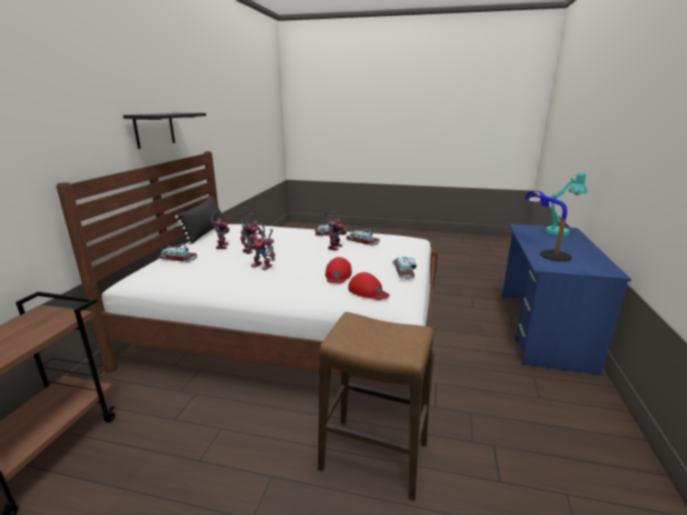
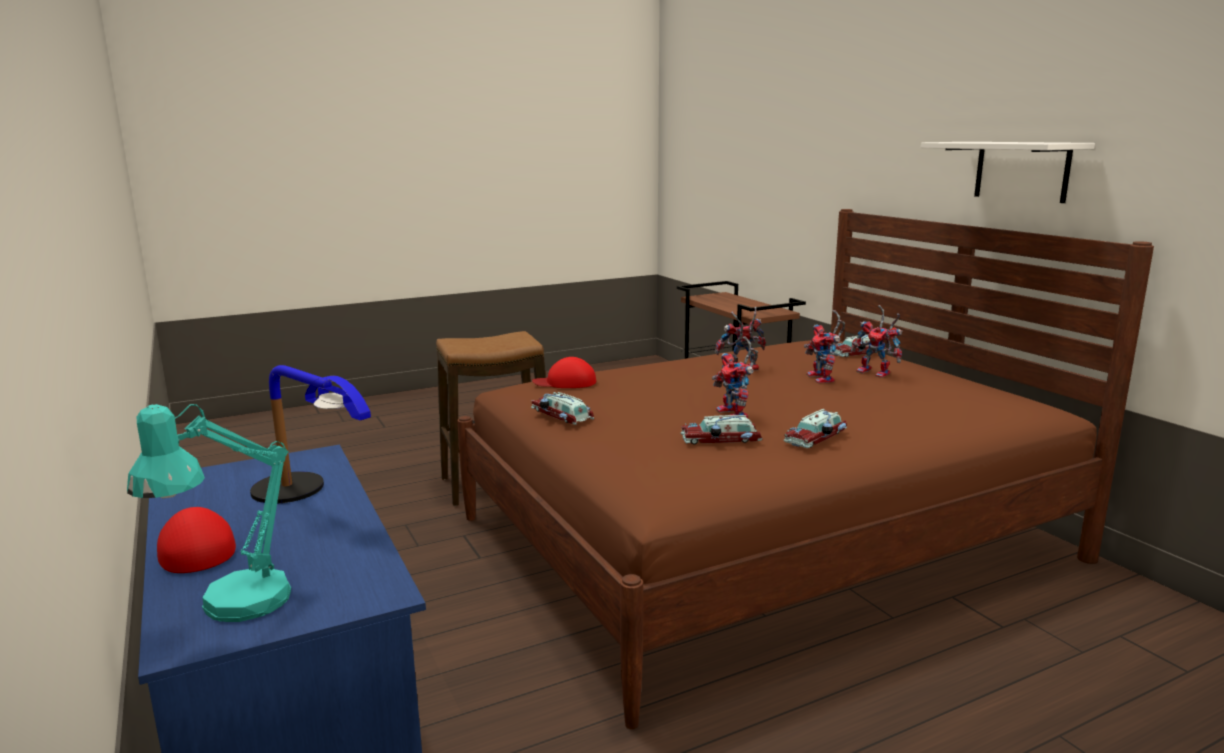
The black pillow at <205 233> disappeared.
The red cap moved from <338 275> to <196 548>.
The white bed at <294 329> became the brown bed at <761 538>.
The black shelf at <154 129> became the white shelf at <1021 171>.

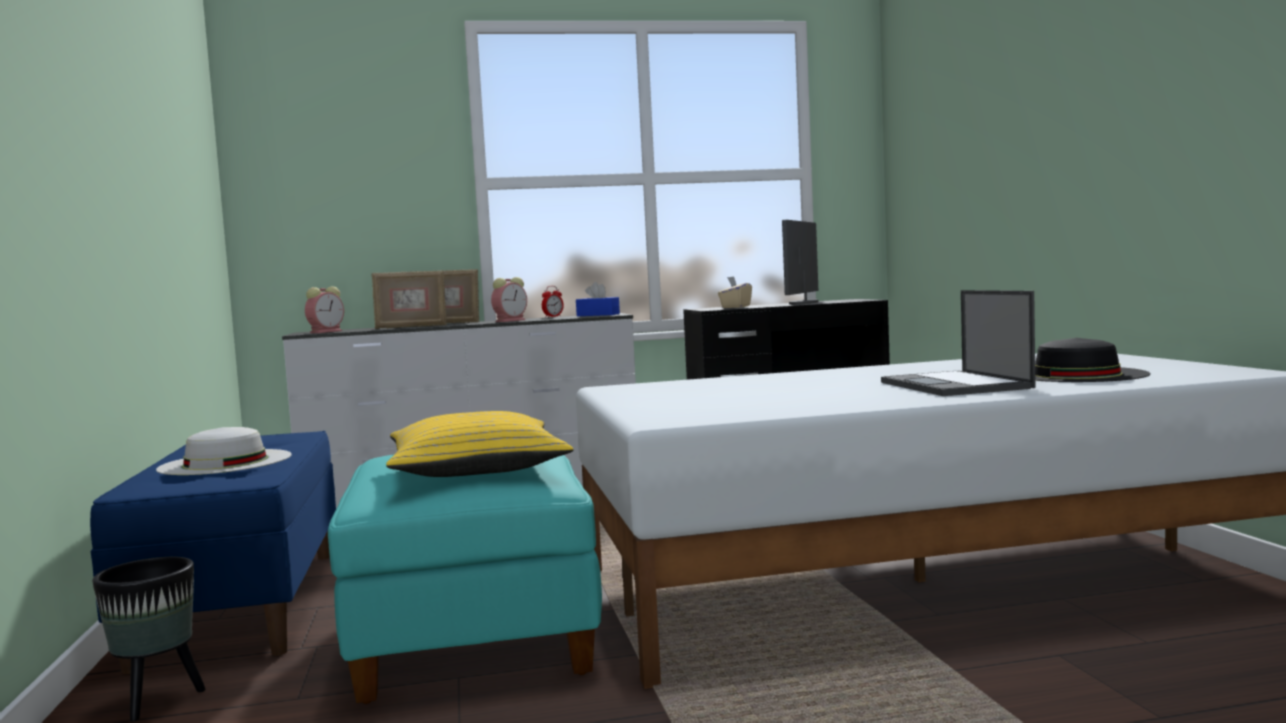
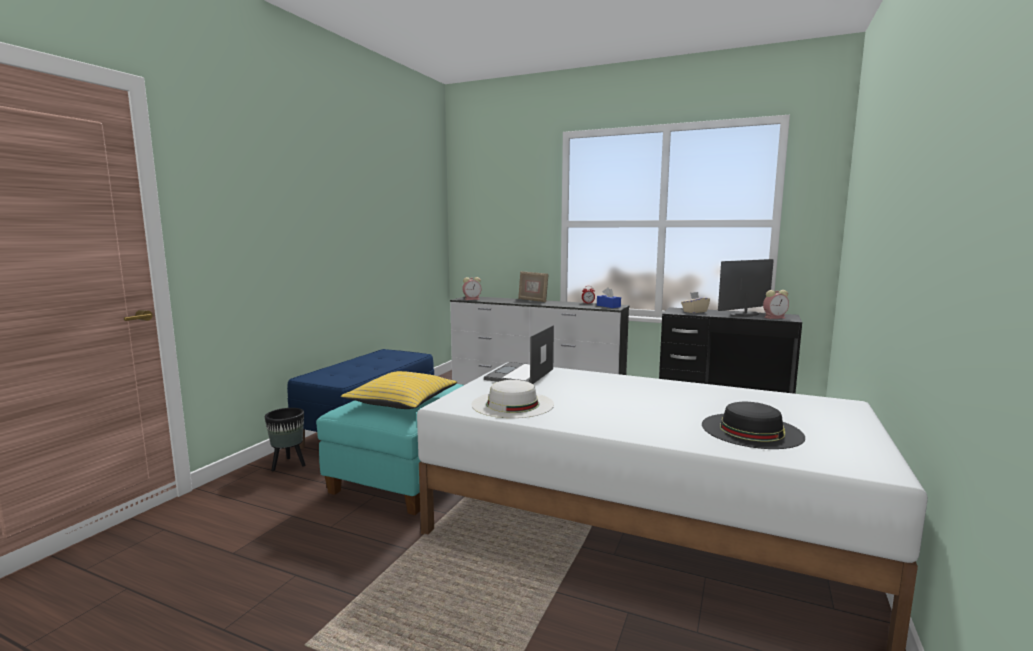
The picture frame at <411 327> disappeared.
The white hat moved from <225 462> to <512 404>.
The alarm clock moved from <511 320> to <775 317>.
The laptop moved from <956 385> to <519 374>.

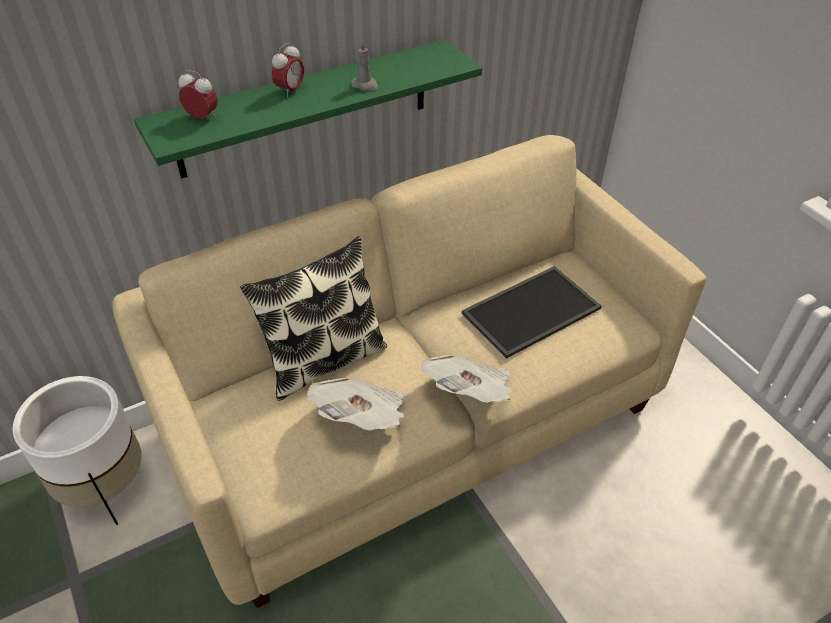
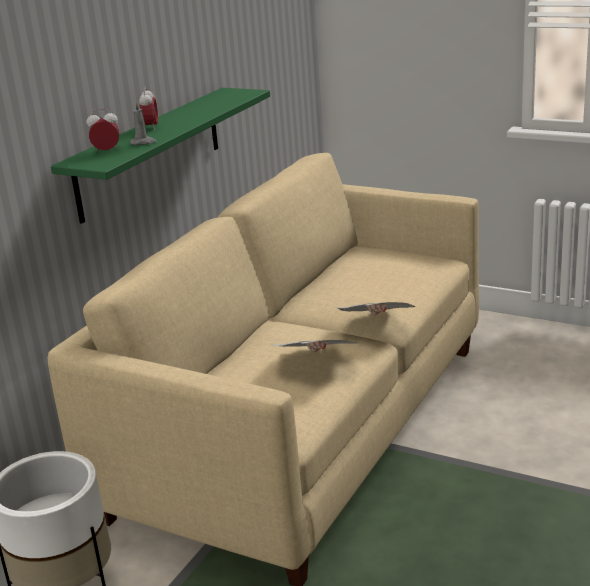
The pillow at <324 360> disappeared.
The tray at <531 309> disappeared.
The grey candle moved from <365 85> to <143 142>.

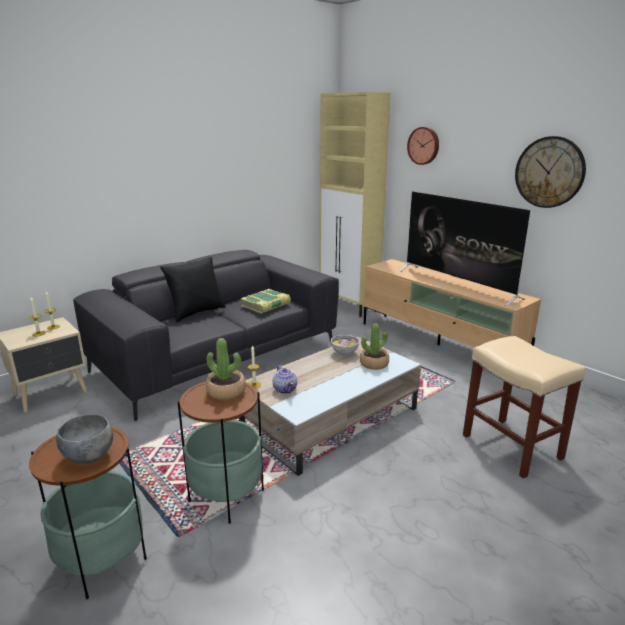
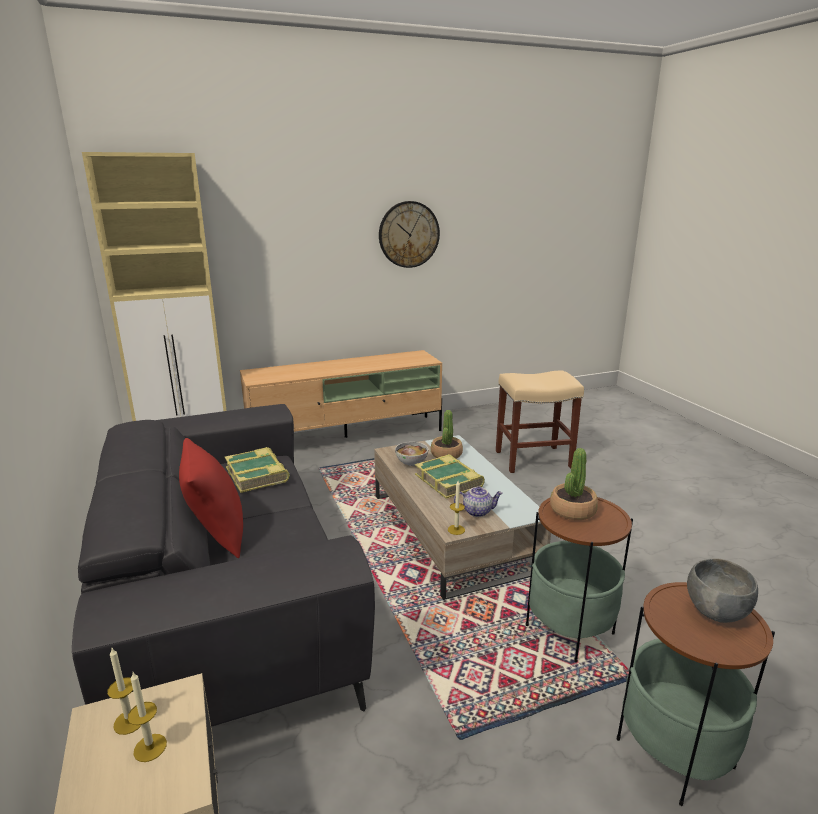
The television at <457 284> disappeared.
The wall clock at <424 145> disappeared.
The book at <449 481> appeared.
The black pillow at <196 313> became the red pillow at <217 535>.

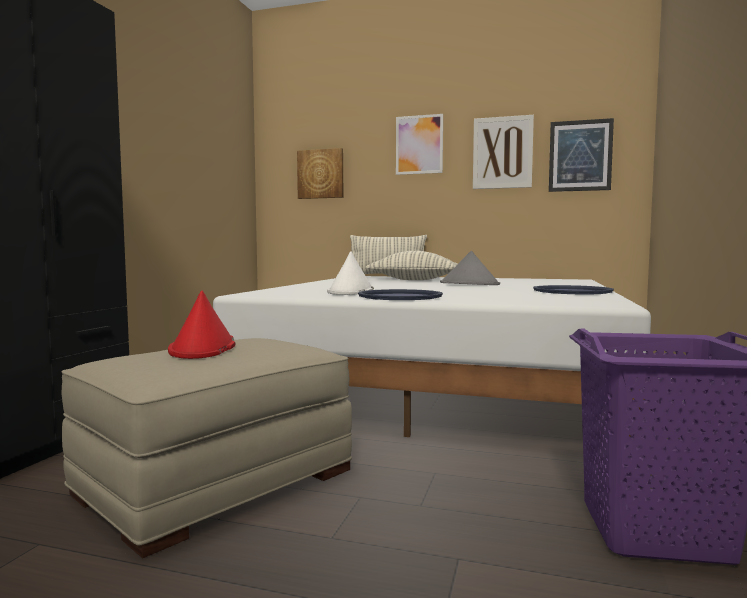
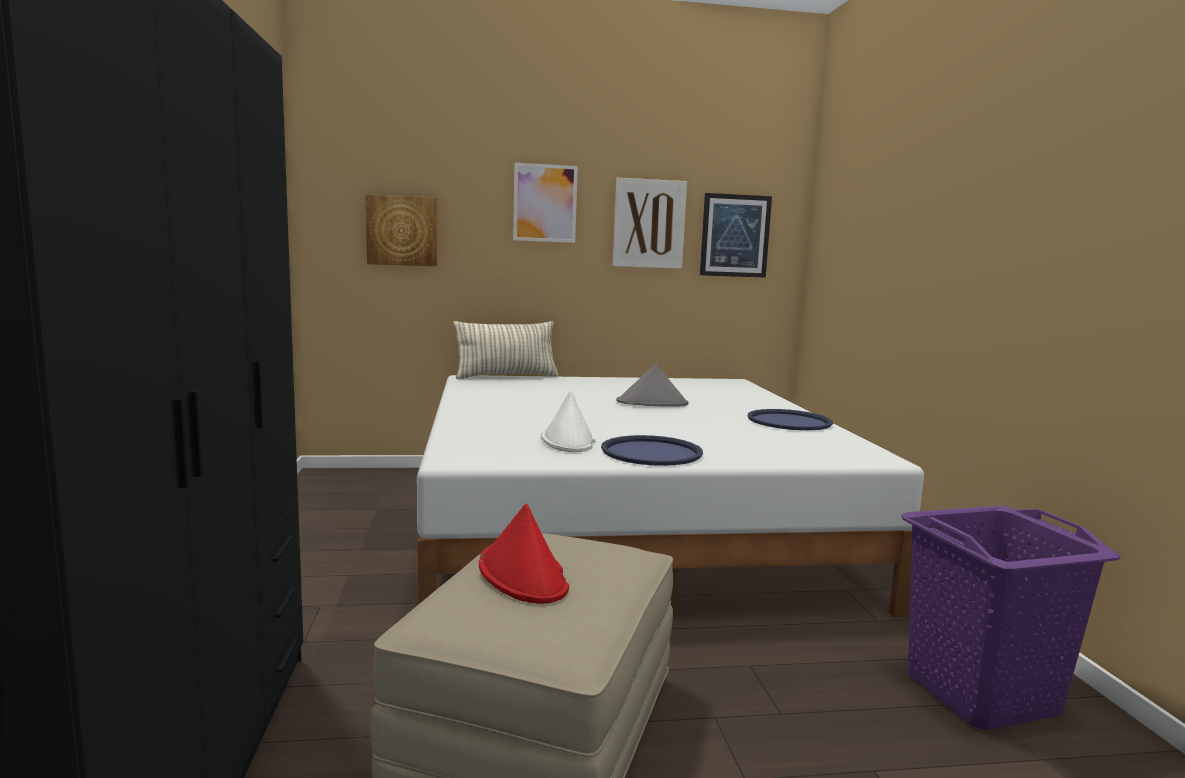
The pillow at <414 280> disappeared.

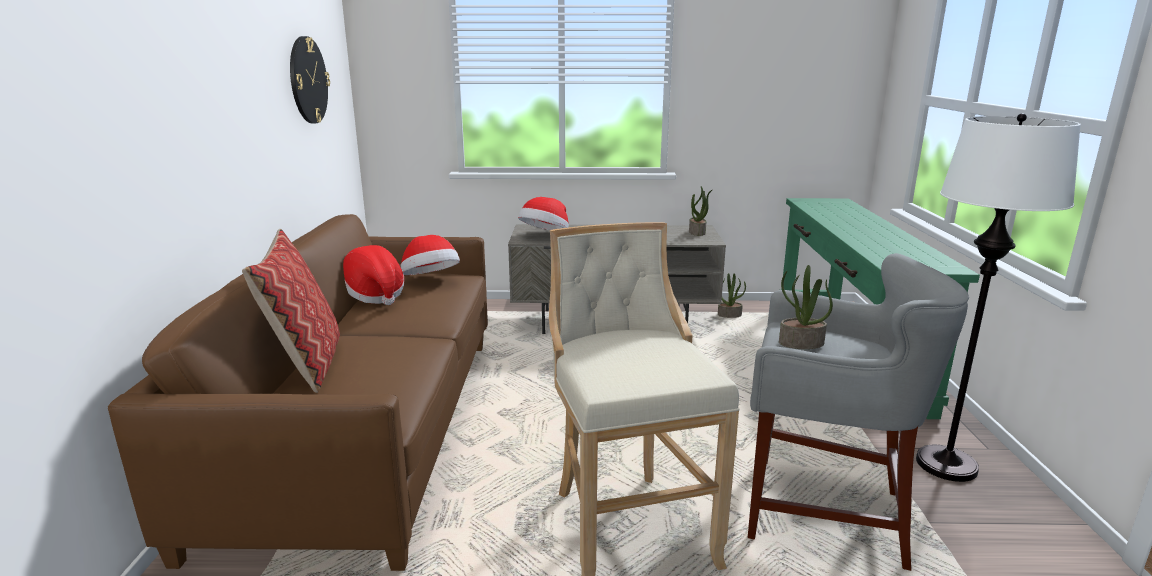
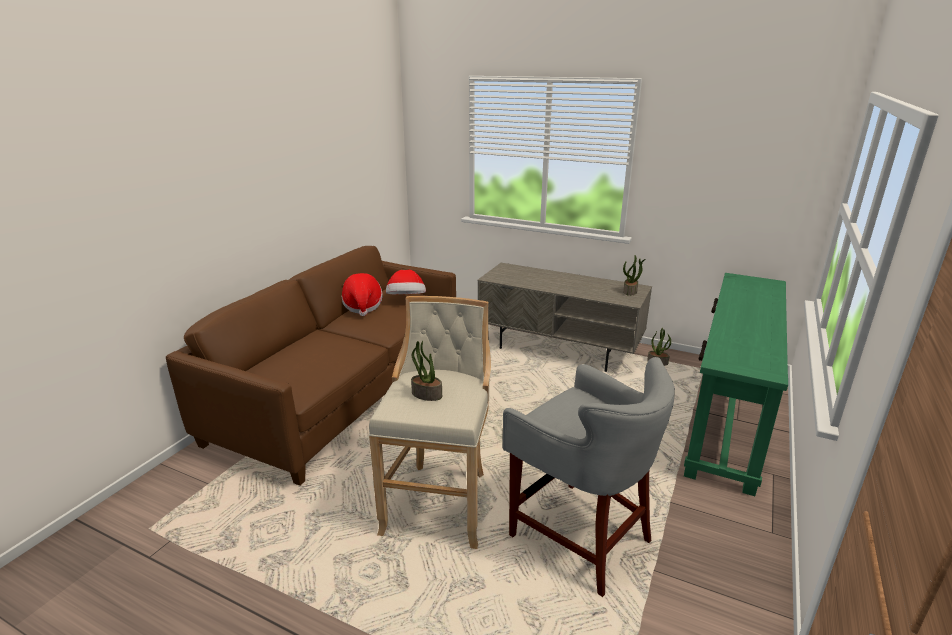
The pillow at <307 364> disappeared.
The wall clock at <308 80> disappeared.
The hat at <545 235> disappeared.
The white floor lamp at <946 464> disappeared.
The potted plant moved from <801 343> to <426 394>.

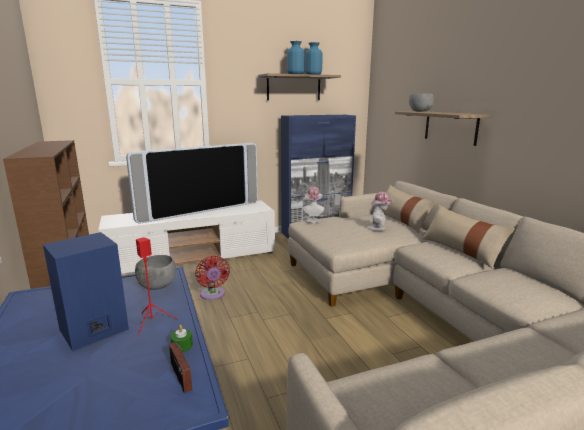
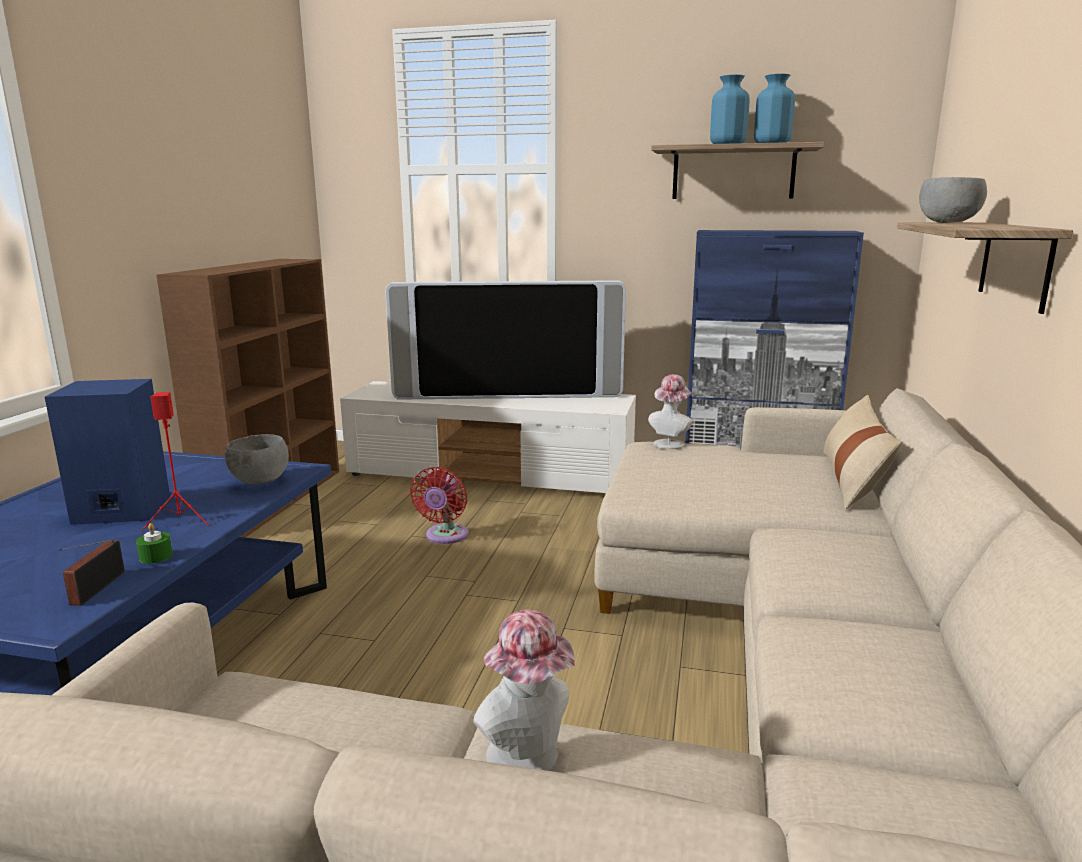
The beige pillow at <461 250> disappeared.
The hat moved from <379 228> to <529 759>.

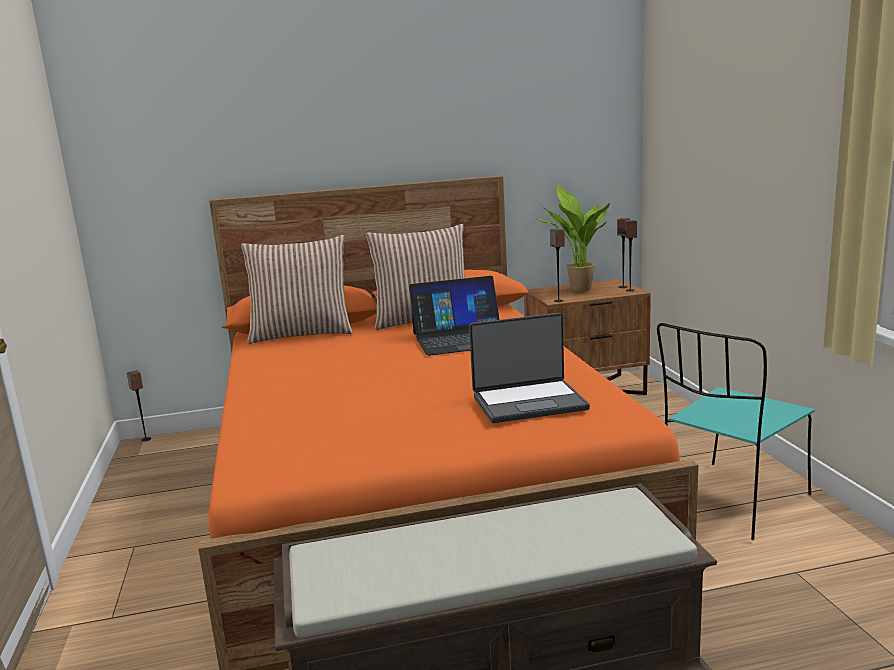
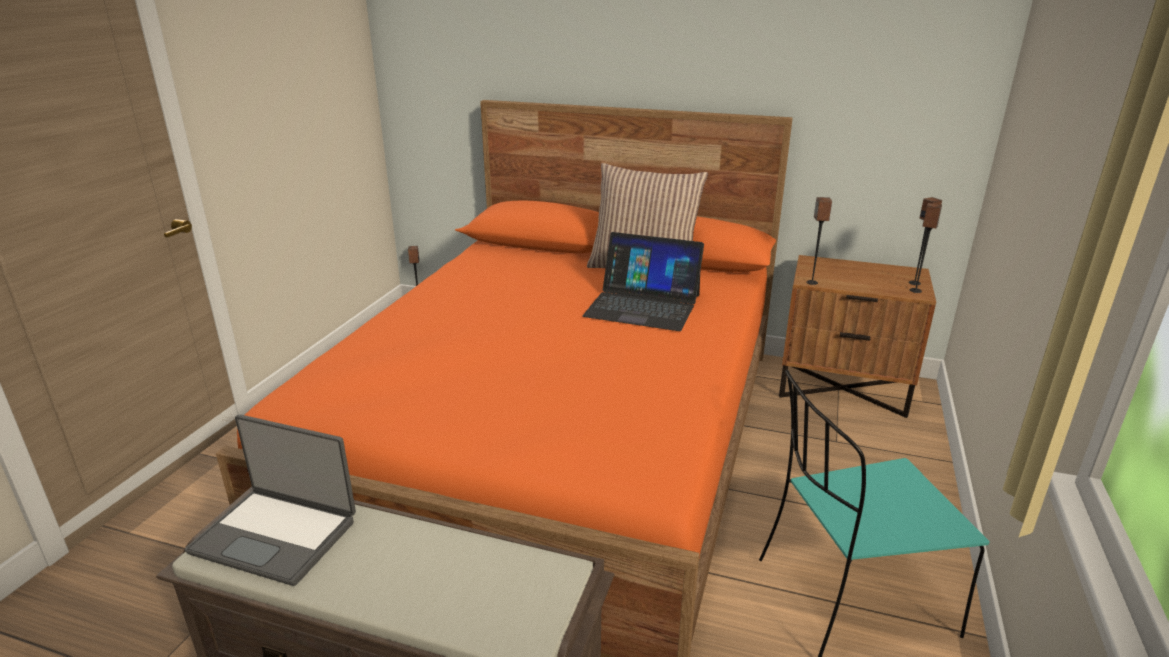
The pillow at <302 334> disappeared.
The potted plant at <577 290> disappeared.
The laptop moved from <529 402> to <277 535>.

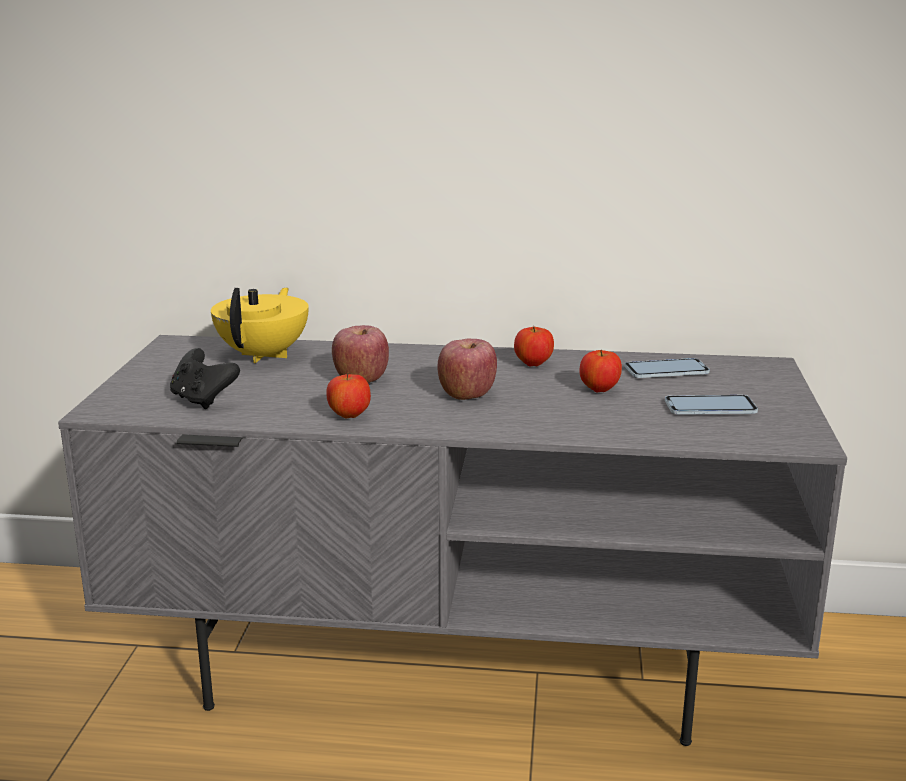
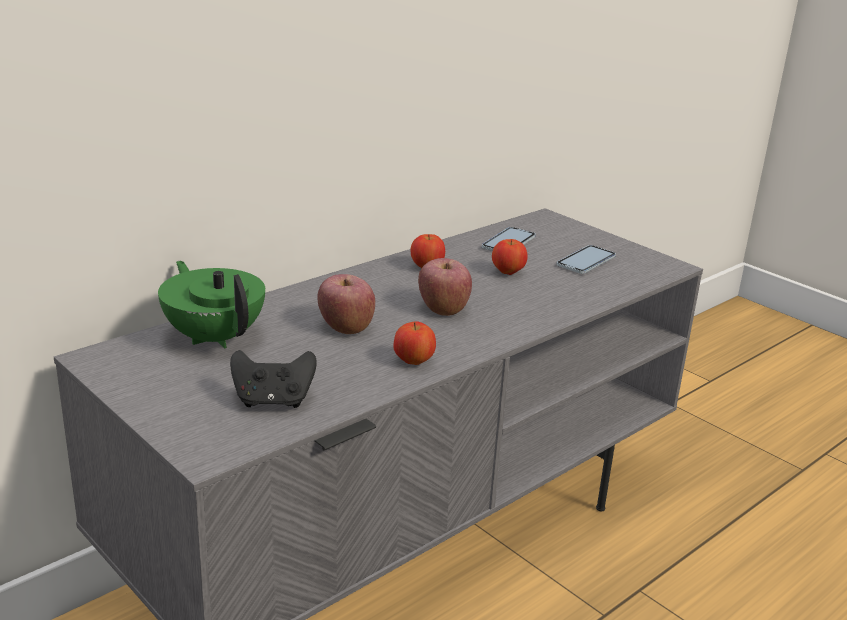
The yellow teapot at <264 355> became the green teapot at <215 337>.

